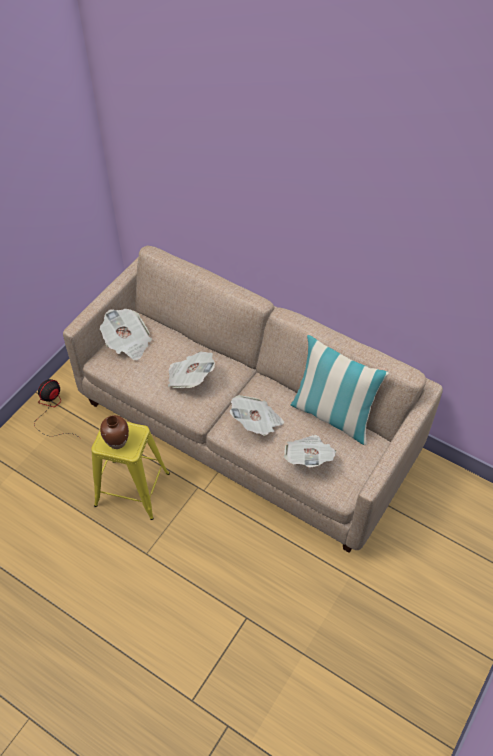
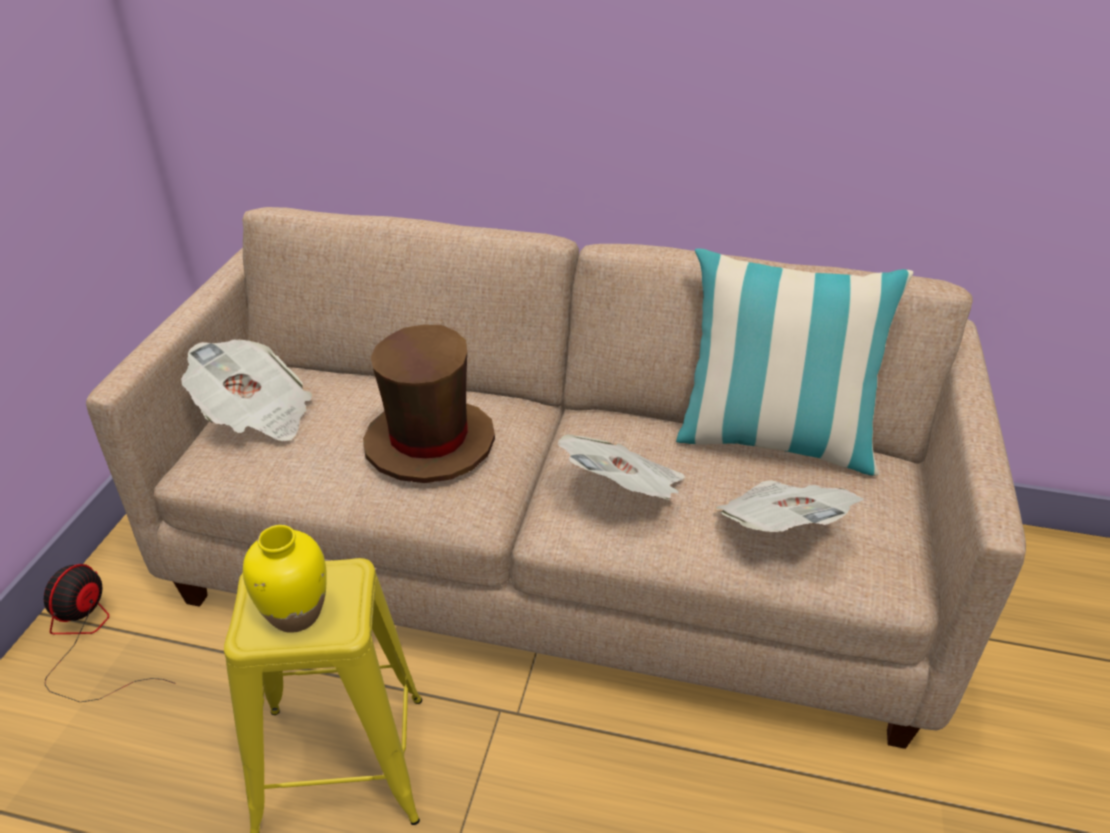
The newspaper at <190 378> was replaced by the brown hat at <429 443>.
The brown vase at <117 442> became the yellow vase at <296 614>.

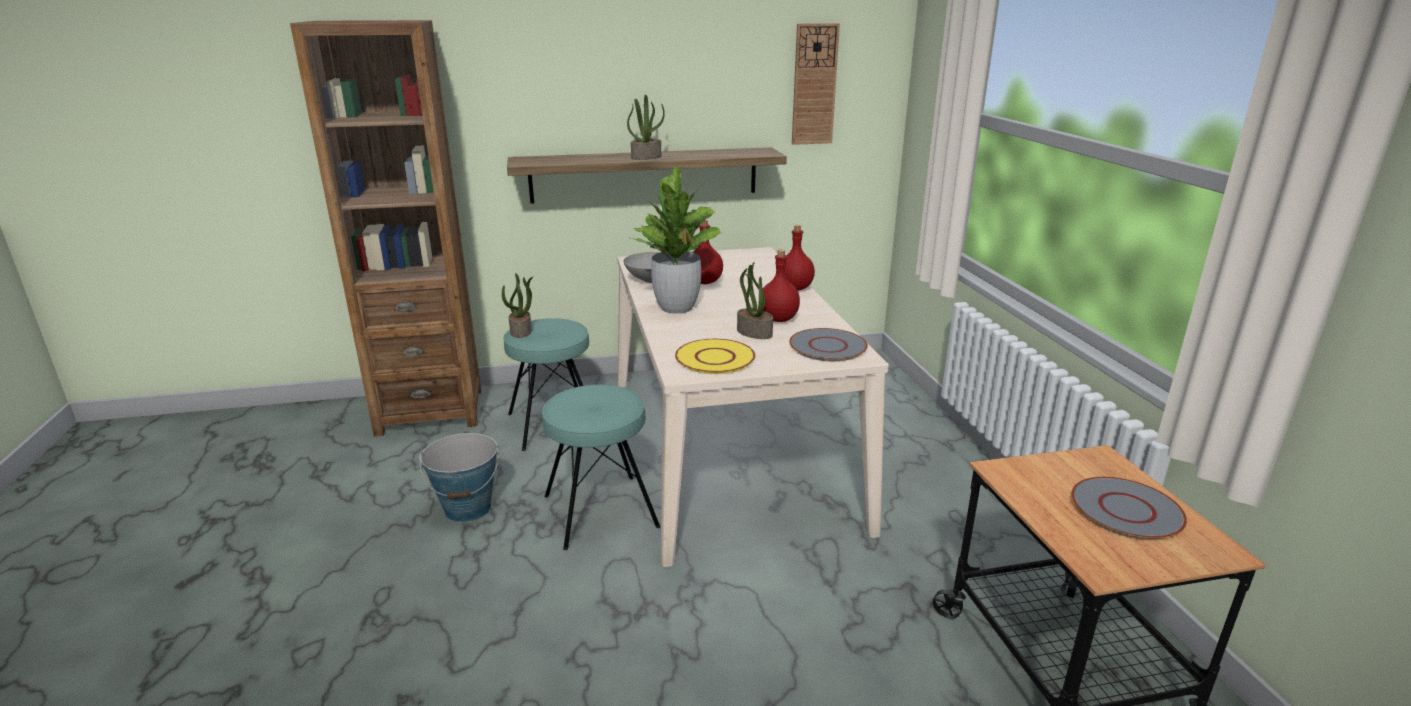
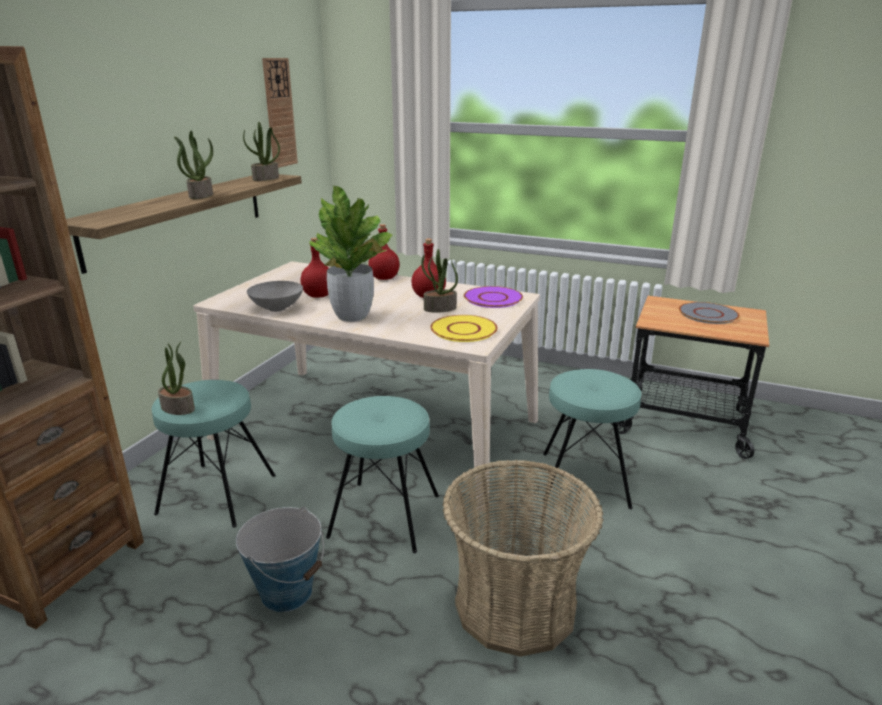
The potted plant at <266 179> appeared.
The basket at <515 605> appeared.
The turquoise stool at <584 479> appeared.
The grey plate at <828 346> became the purple plate at <493 298>.

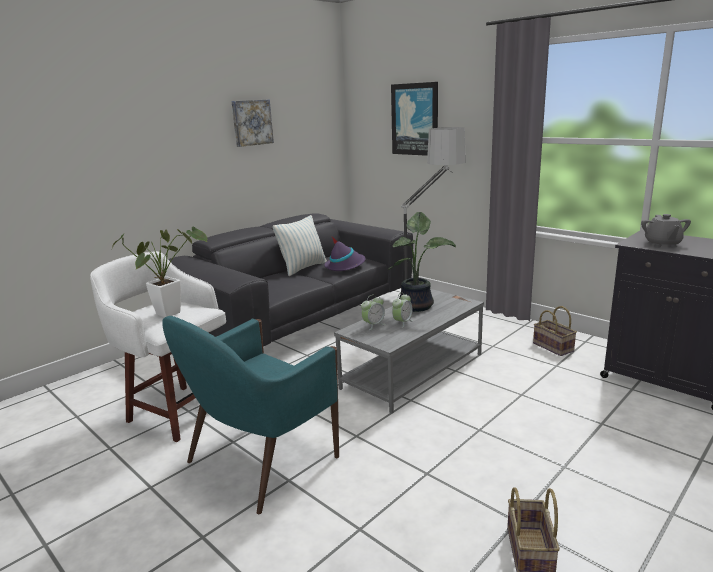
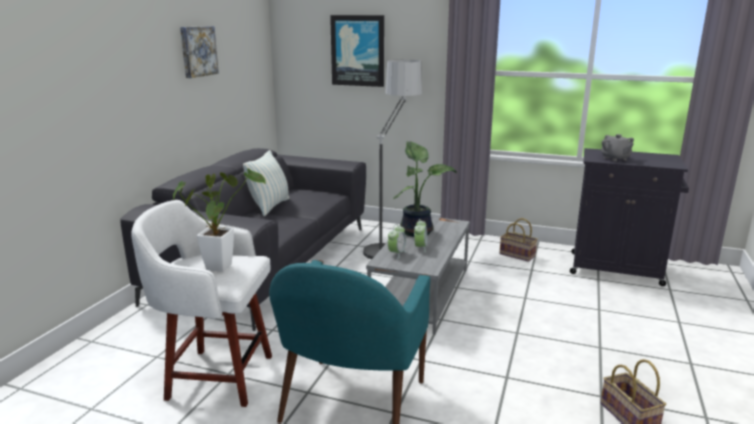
The purple hat at <345 266> disappeared.

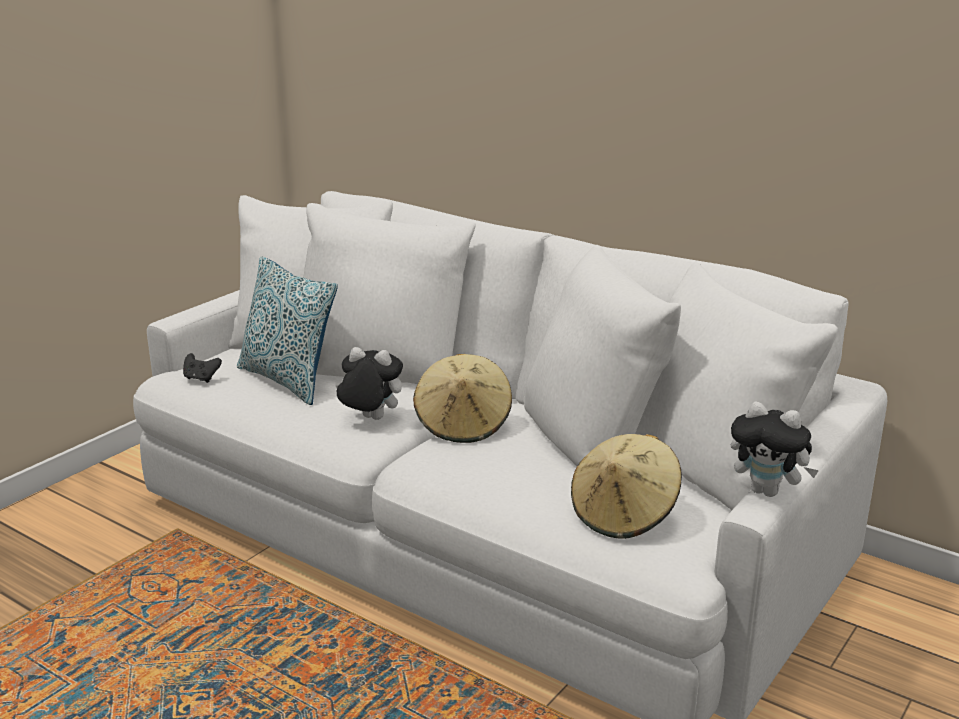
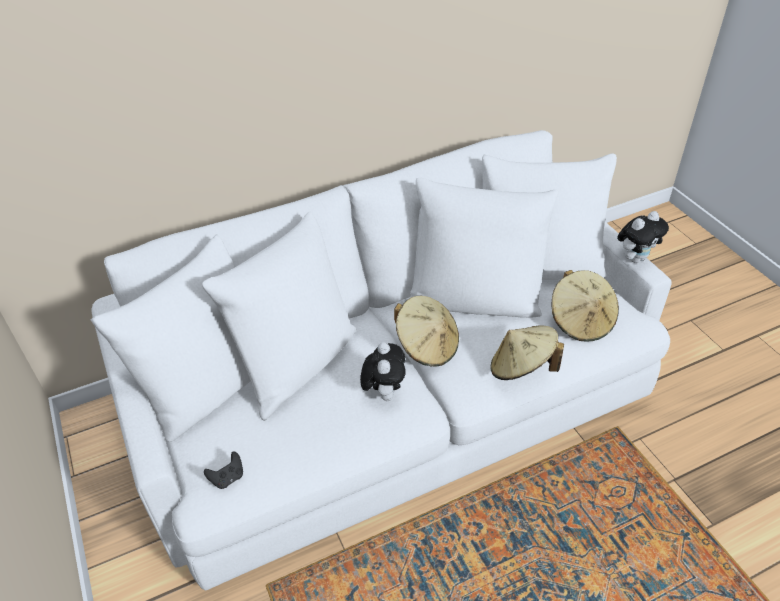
The pillow at <288 380> disappeared.
The beige hat at <521 368> appeared.
The plush toy at <370 419> turned 135 degrees clockwise.

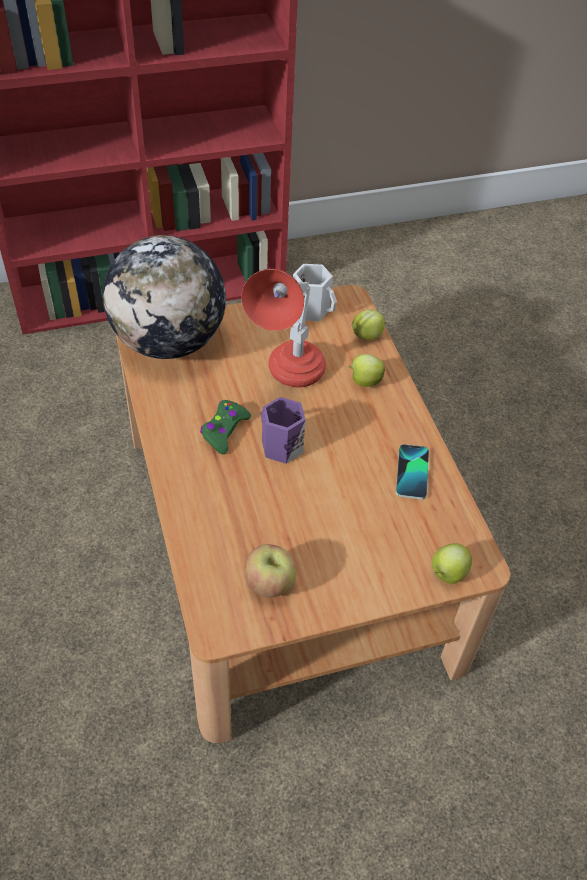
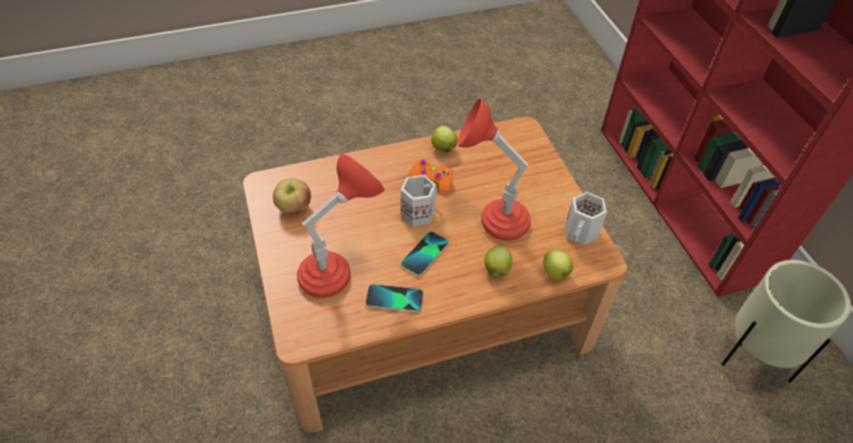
The globe at <169 341> disappeared.
The red table lamp at <338 269> appeared.
The phone at <425 254> appeared.
The beige planter at <754 358> appeared.
The apple moved from <447 573> to <443 148>.
The green game controller at <224 430> became the orange game controller at <431 180>.
The purple mug at <279 446> became the white mug at <418 212>.

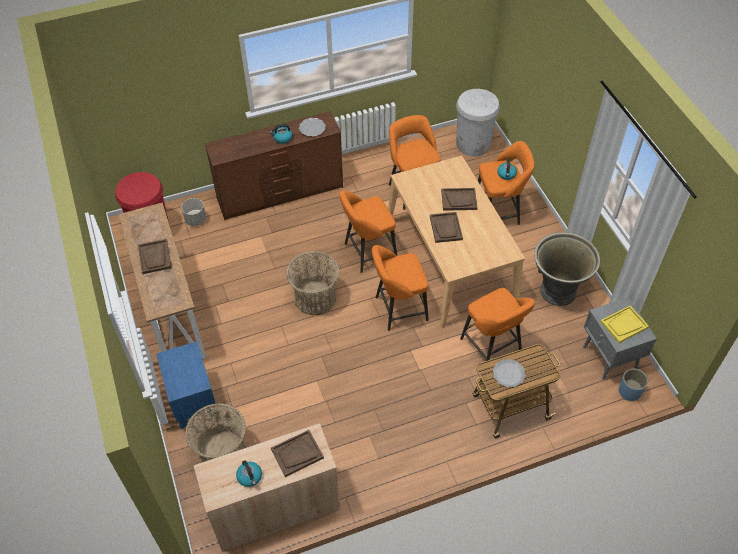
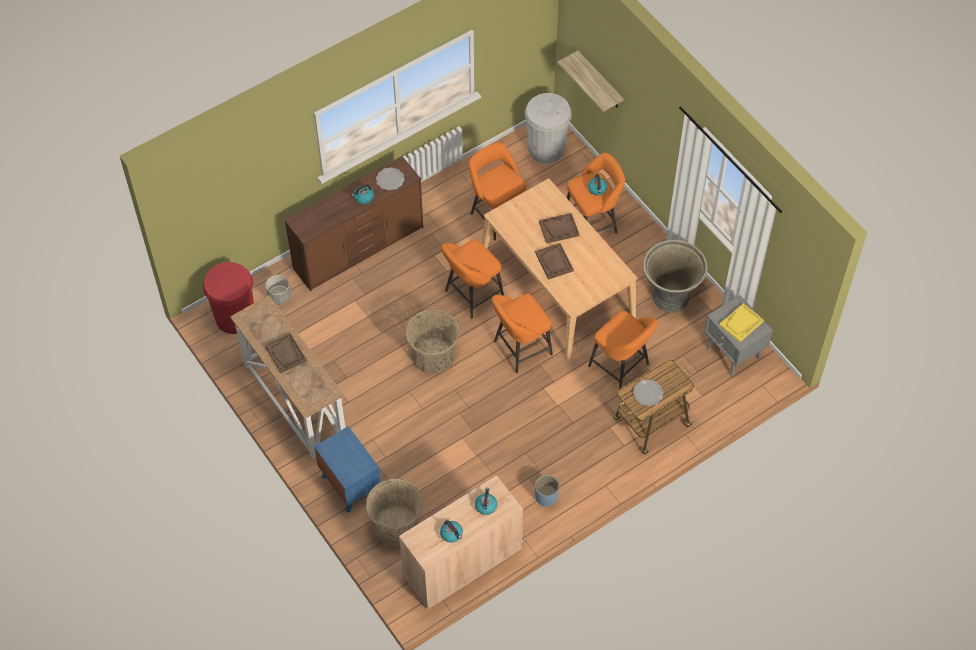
The shelf at <600 81> appeared.
The blue planter moved from <629 391> to <546 497>.
The brown tray at <297 454> was replaced by the kettle at <486 505>.

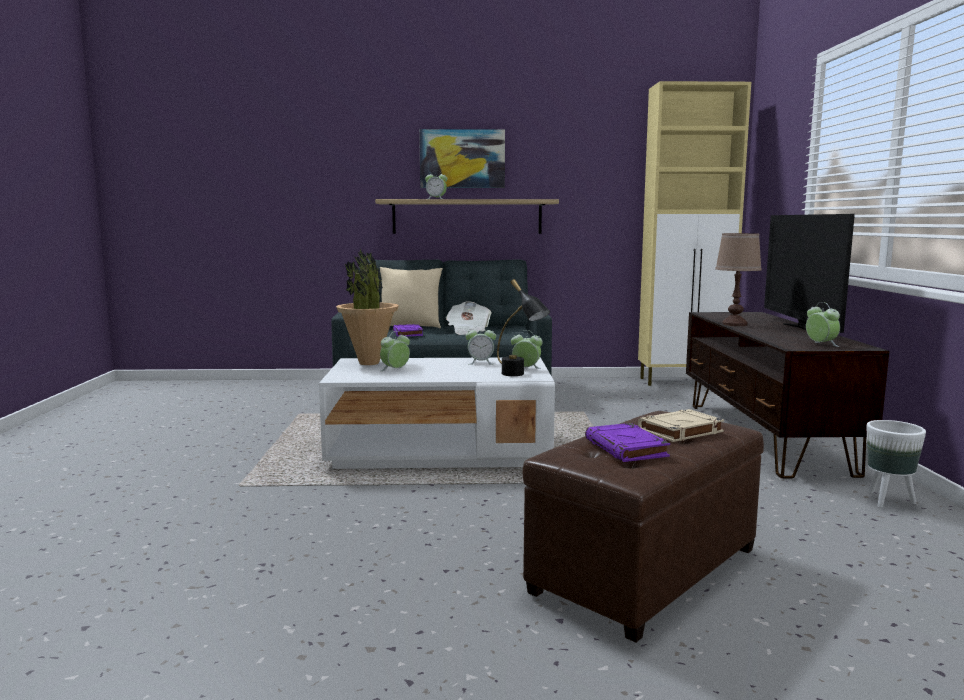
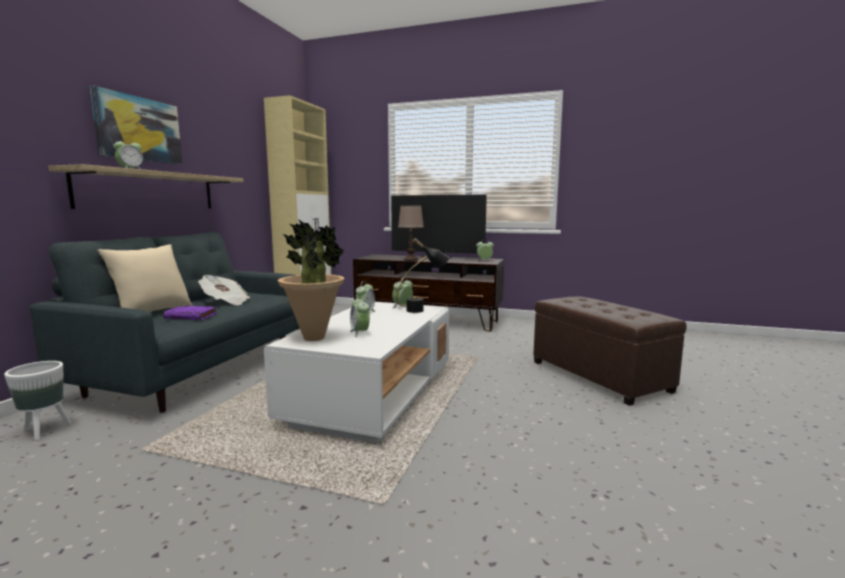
The purple book at <627 448> disappeared.
The beige book at <680 431> disappeared.
The white planter moved from <888 501> to <44 431>.

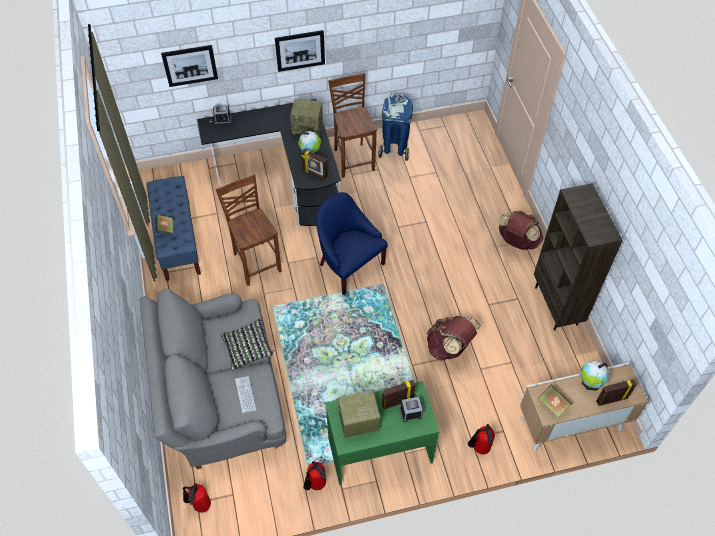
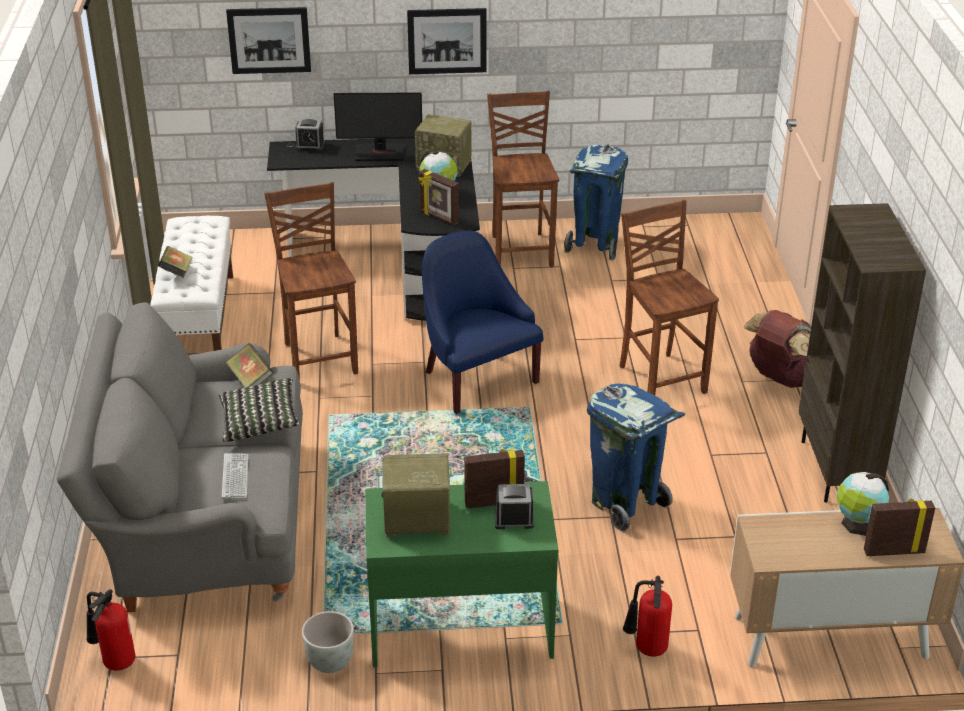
The monitor at <380 152> appeared.
The brown chair at <660 378> appeared.
The book moved from <552 405> to <250 379>.
The fire extinguisher at <316 485> was replaced by the grey planter at <330 662>.
The brown backpack at <449 347> was replaced by the blue trash can at <625 503>.
The blue bench at <178 240> became the white bench at <199 318>.

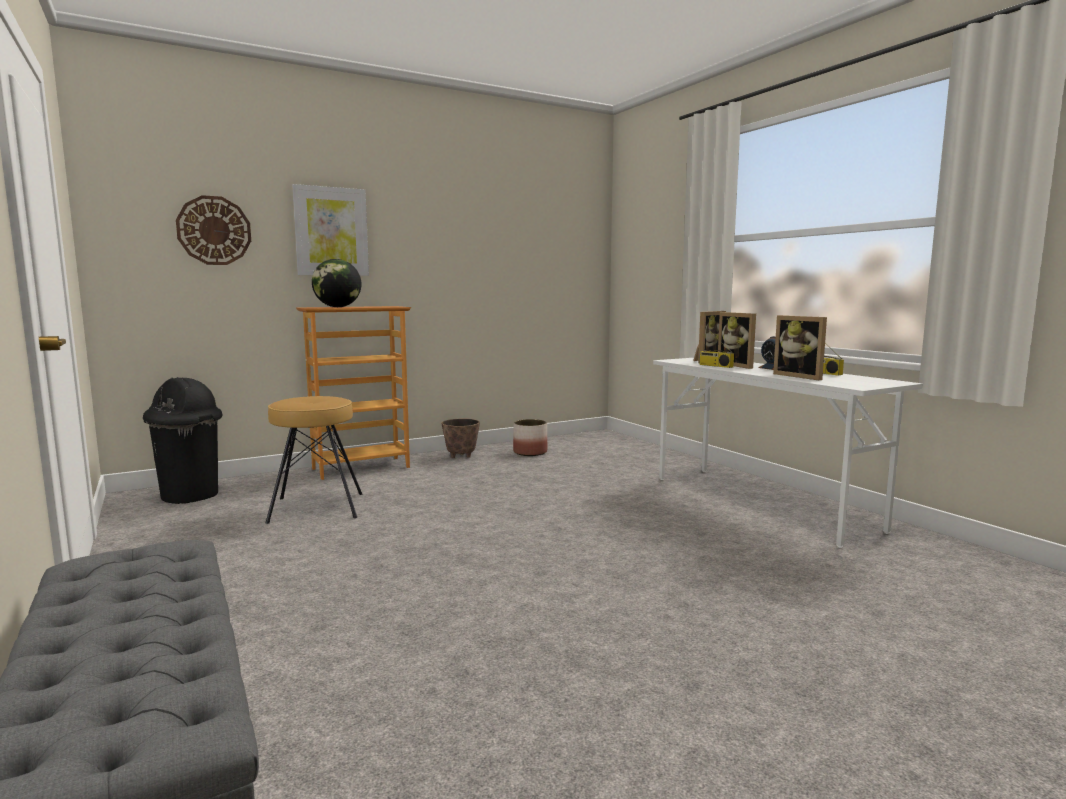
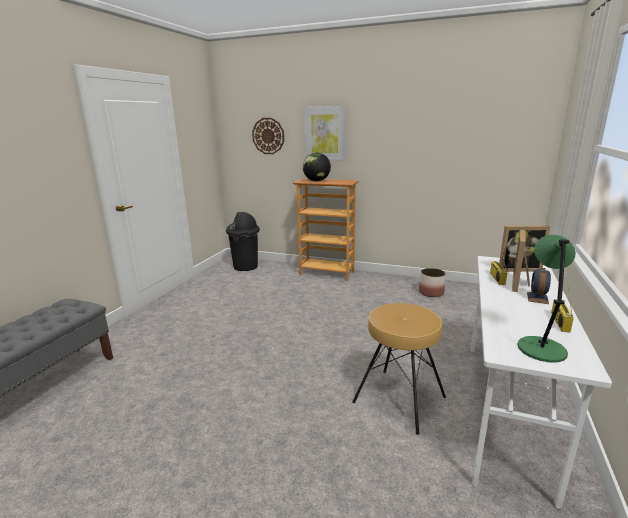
The planter at <461 456> disappeared.
The picture frame at <801 376> disappeared.
The green table lamp at <540 348> appeared.
The brown stool moved from <317 507> to <399 399>.

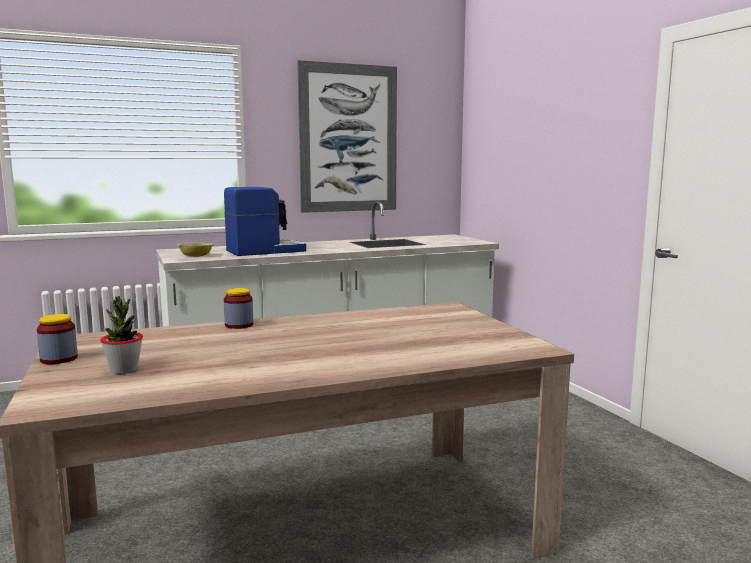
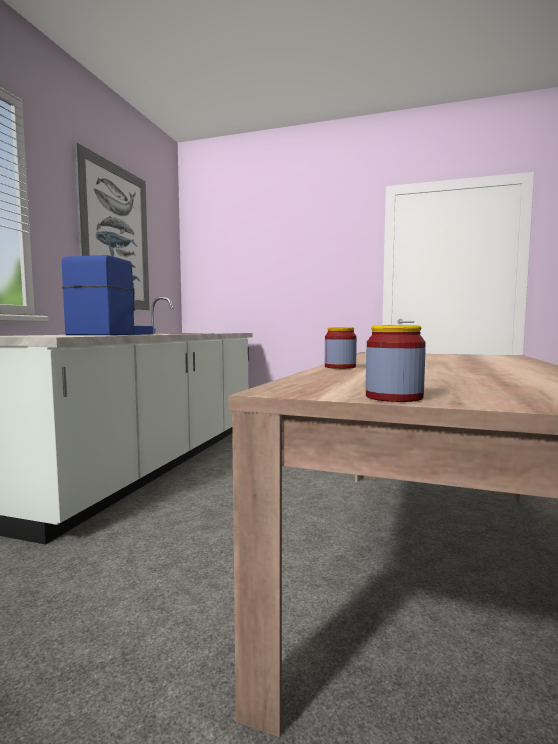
The potted plant at <124 370> disappeared.
The bowl at <196 256> disappeared.

